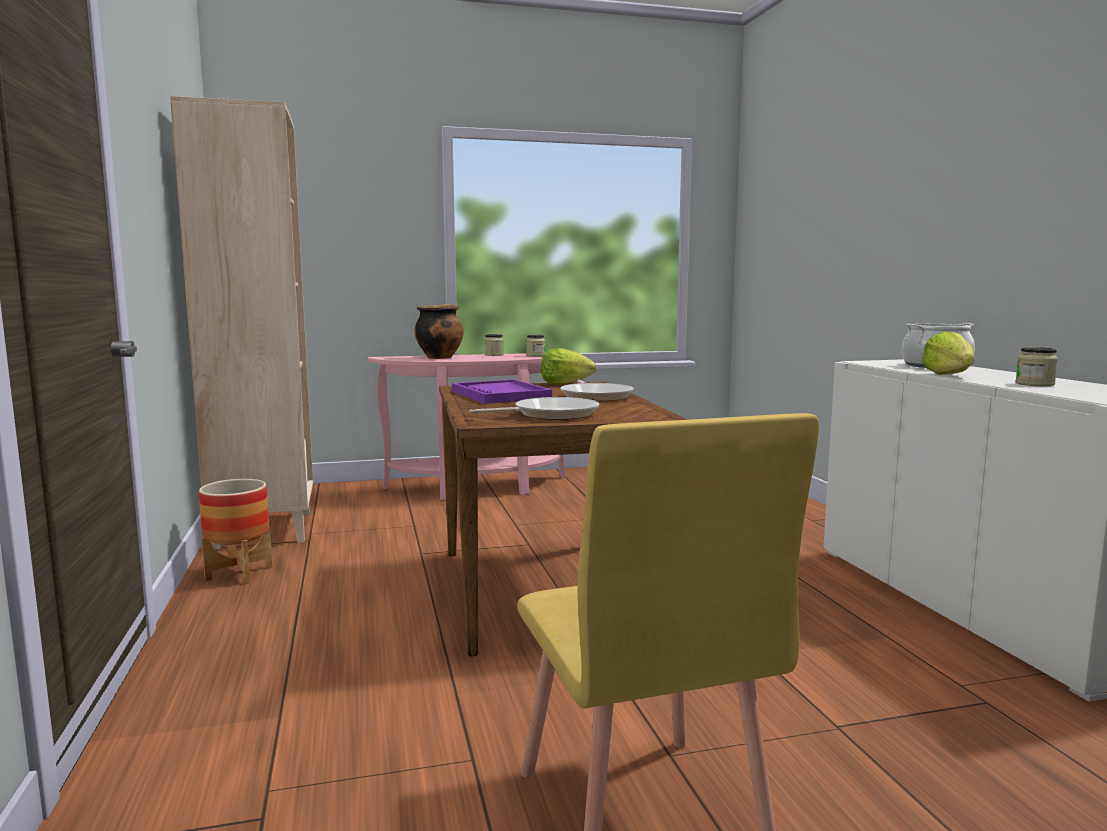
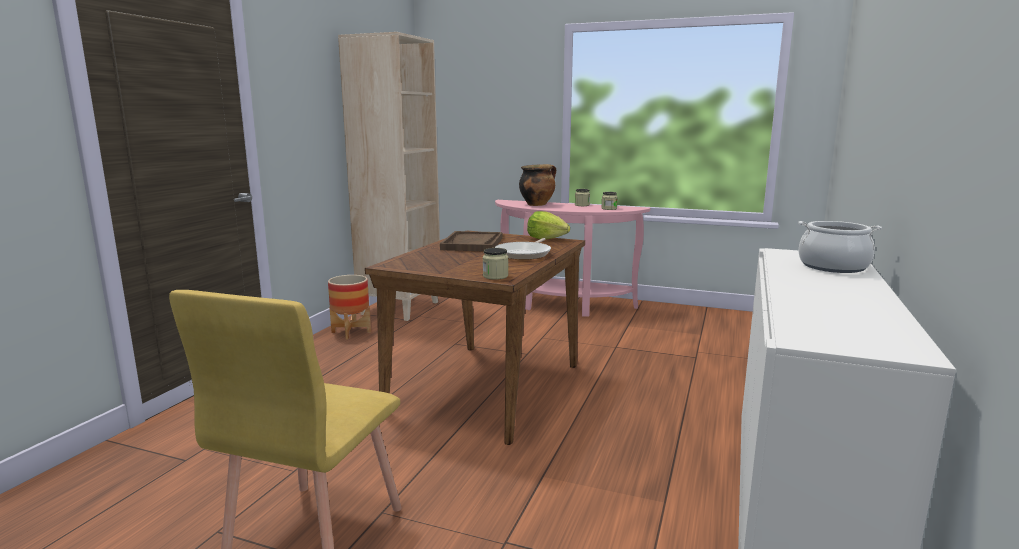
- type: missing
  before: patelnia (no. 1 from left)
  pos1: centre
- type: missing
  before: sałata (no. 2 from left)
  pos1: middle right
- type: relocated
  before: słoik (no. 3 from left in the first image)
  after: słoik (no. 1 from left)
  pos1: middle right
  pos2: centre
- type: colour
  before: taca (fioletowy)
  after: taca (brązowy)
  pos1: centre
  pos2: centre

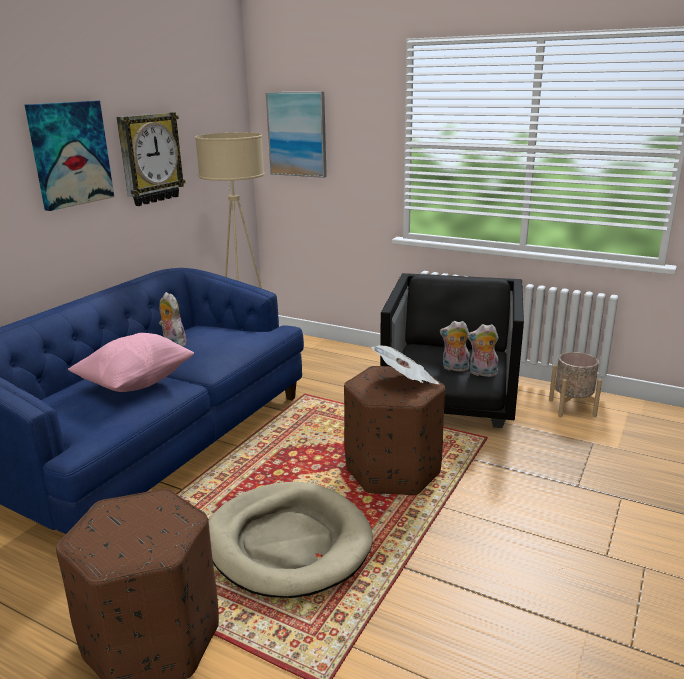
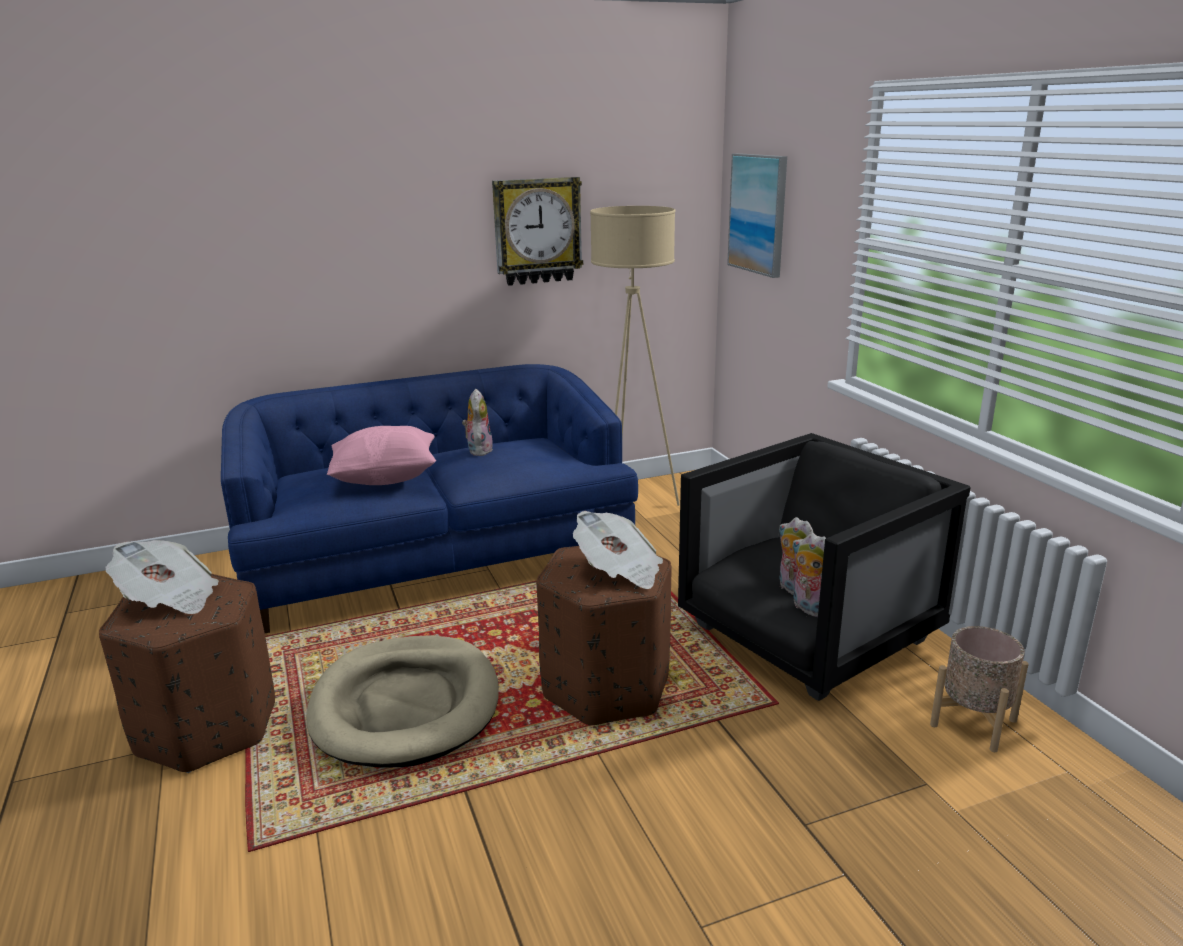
- type: missing
  before: obraz (no. 1 from left)
  pos1: top left
- type: appeared
  after: gazeta (no. 1 from left)
  pos2: middle left

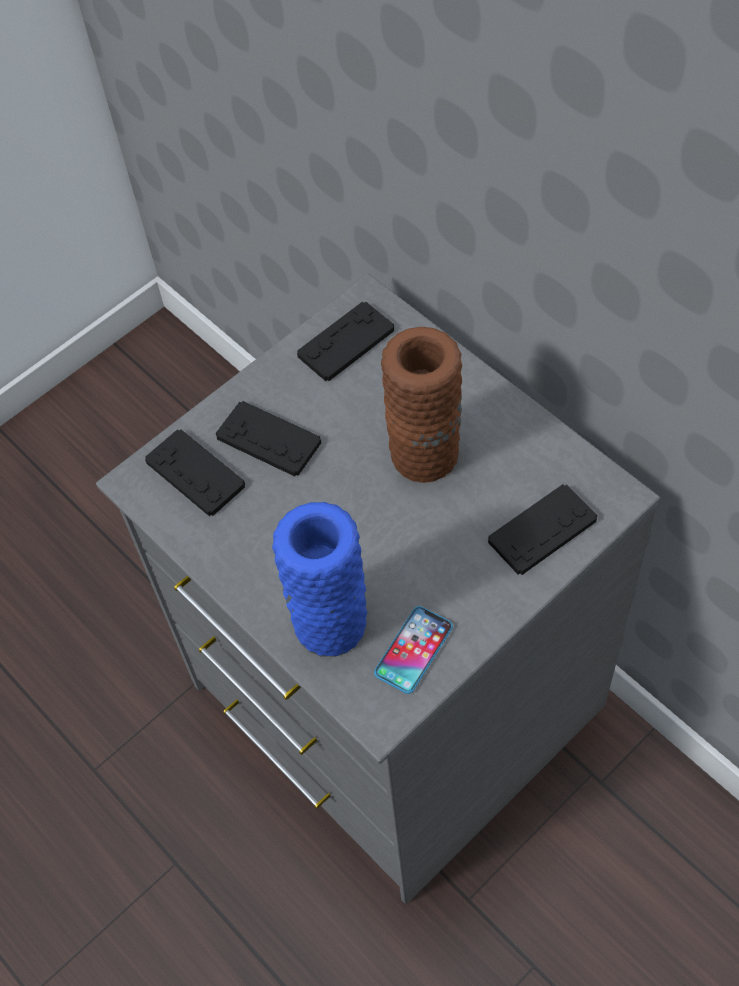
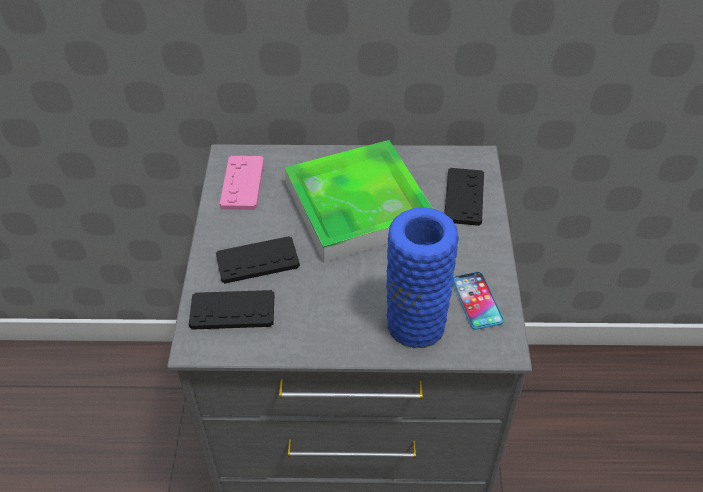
- type: exchanged
  before: wazon (brązowy)
  after: taca
  pos1: centre
  pos2: centre
- type: colour
  before: pad do gier (czarny) (no. 3 from left)
  after: pad do gier (różowy)
  pos1: centre
  pos2: centre

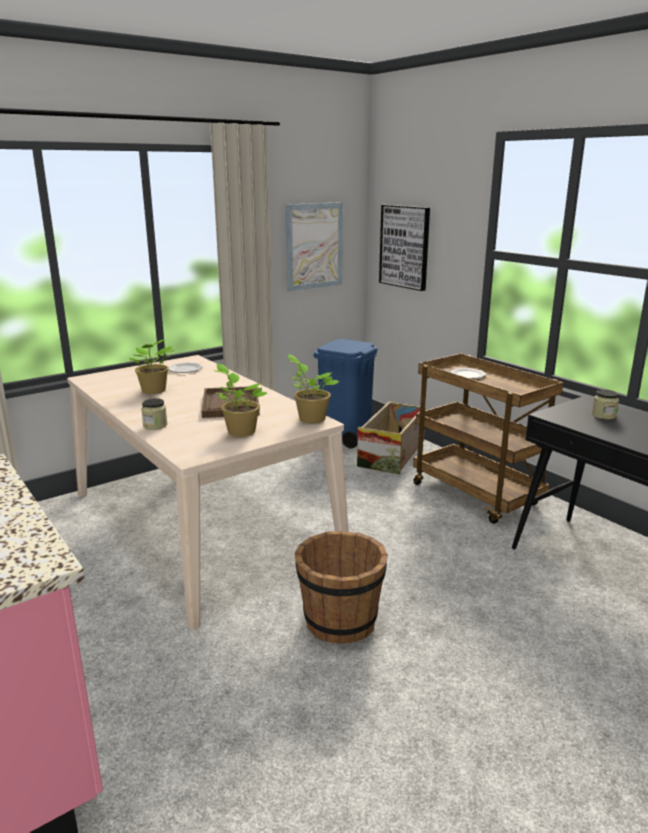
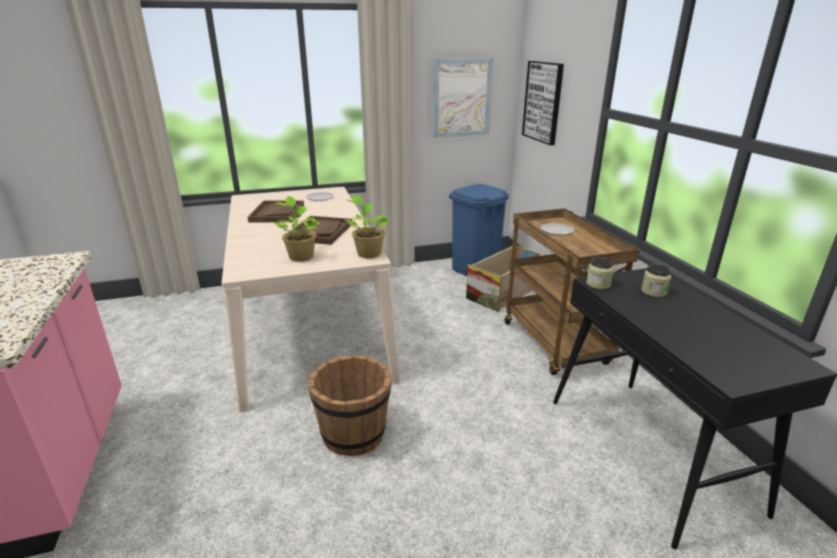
- type: relocated
  before: słoik (no. 1 from left)
  pos1: middle left
  pos2: middle right
- type: exchanged
  before: roślina doniczkowa (no. 1 from left)
  after: taca (brązowy) (no. 1 from left)
  pos1: middle left
  pos2: middle left

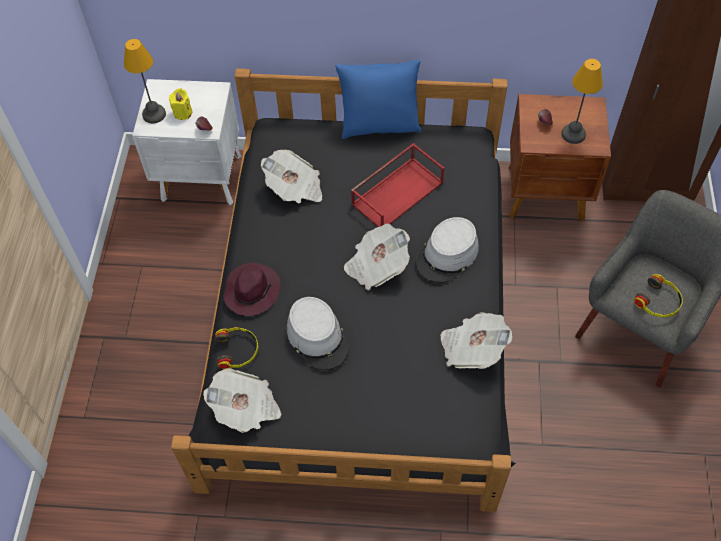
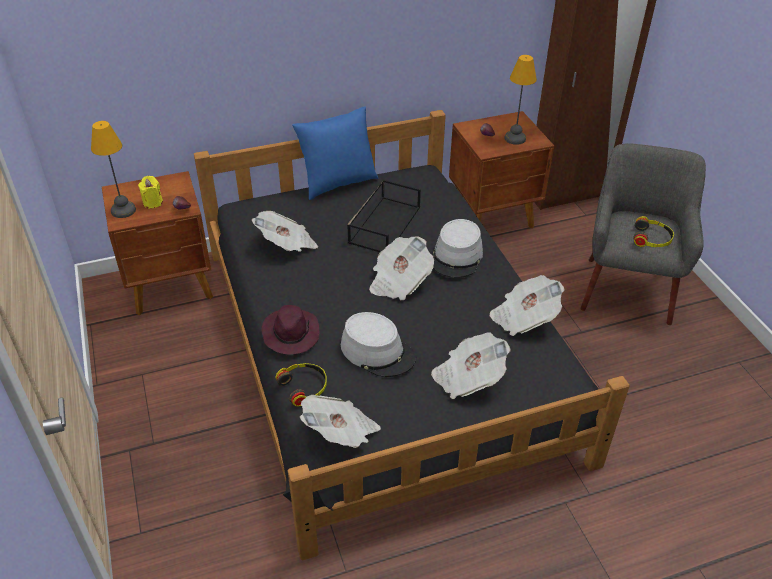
- type: appeared
  after: gazeta (no. 4 from left)
  pos2: centre
- type: colour
  before: szafka nocna (biały)
  after: szafka nocna (brązowy) (no. 1 from left)
  pos1: top left
  pos2: middle left
- type: colour
  before: taca (czerwony)
  after: taca (czarny)
  pos1: centre
  pos2: centre

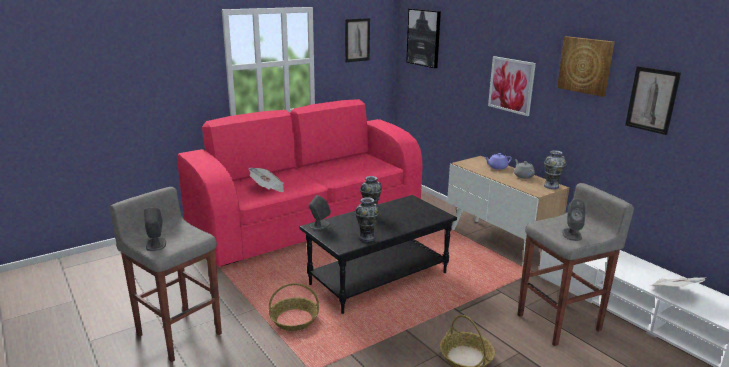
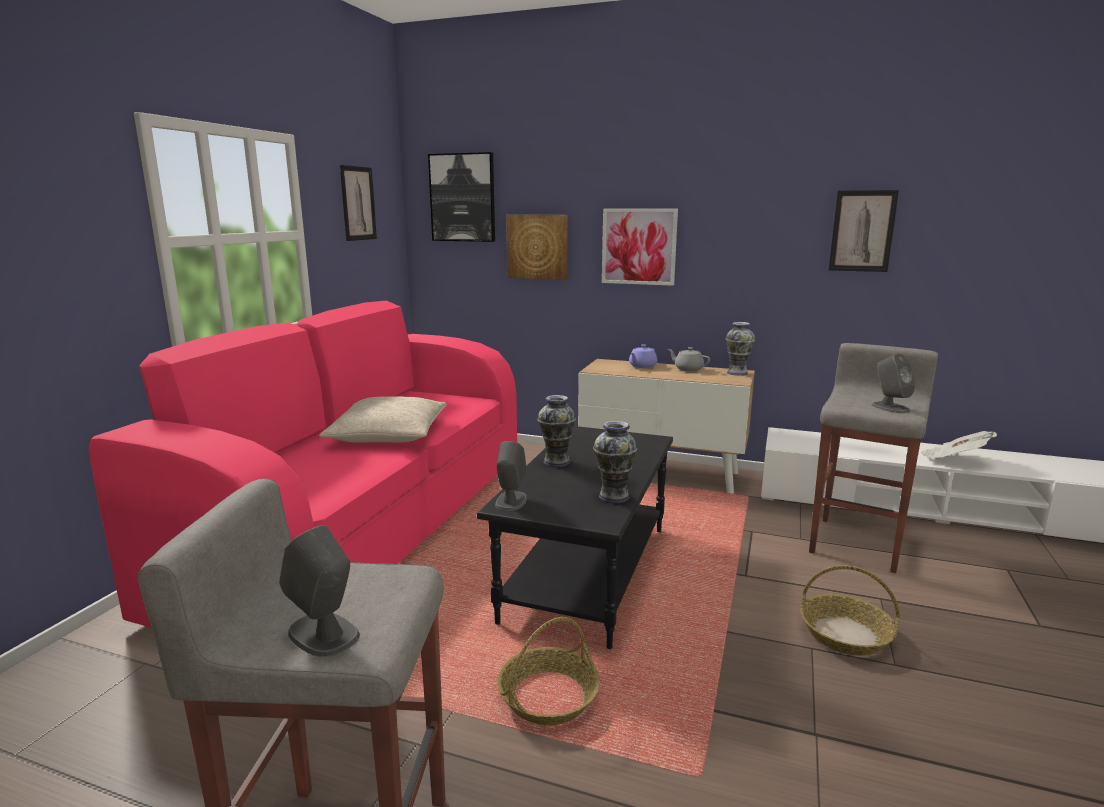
- type: missing
  before: gazeta (no. 1 from left)
  pos1: centre
- type: appeared
  after: poduszka (beżowy)
  pos2: centre
- type: relocated
  before: obraz (no. 4 from left in the first image)
  after: obraz (no. 3 from left)
  pos1: top right
  pos2: top centre

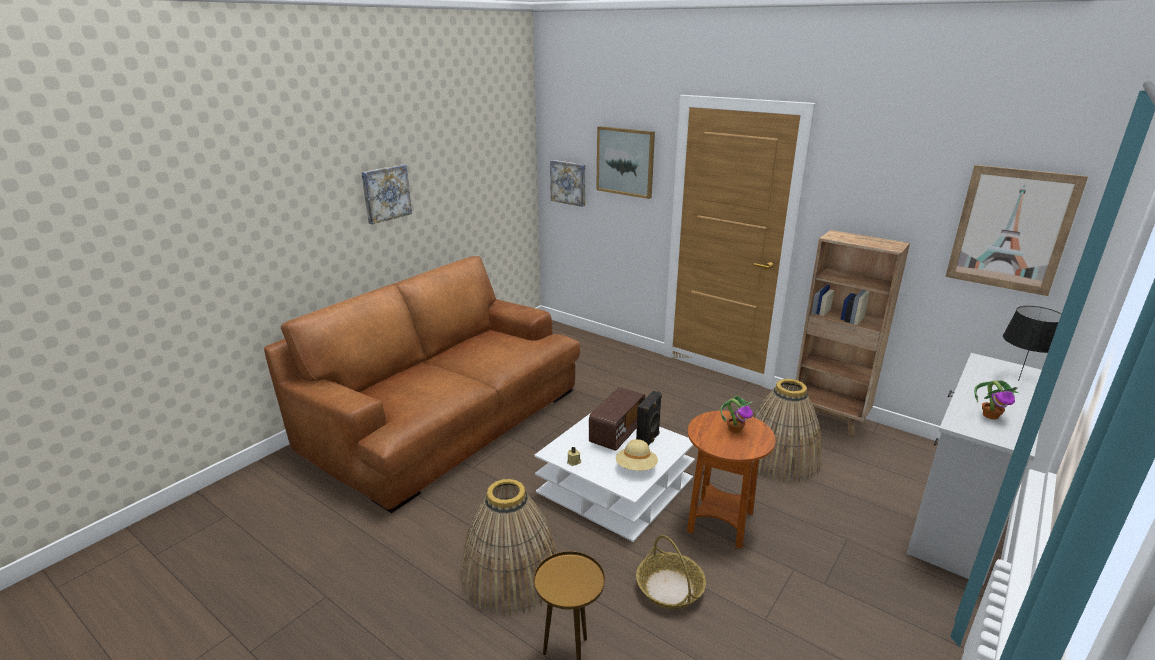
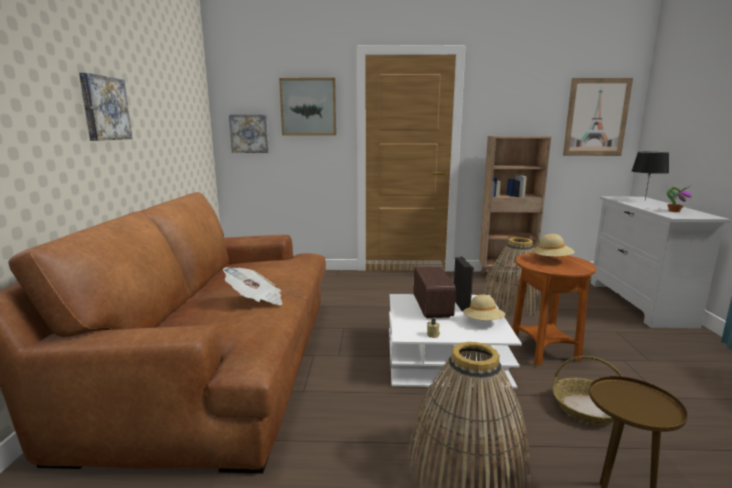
- type: appeared
  after: gazeta
  pos2: centre
- type: exchanged
  before: roślina doniczkowa (no. 1 from left)
  after: kapelusz (beżowy) (no. 2 from left)
  pos1: centre
  pos2: middle right

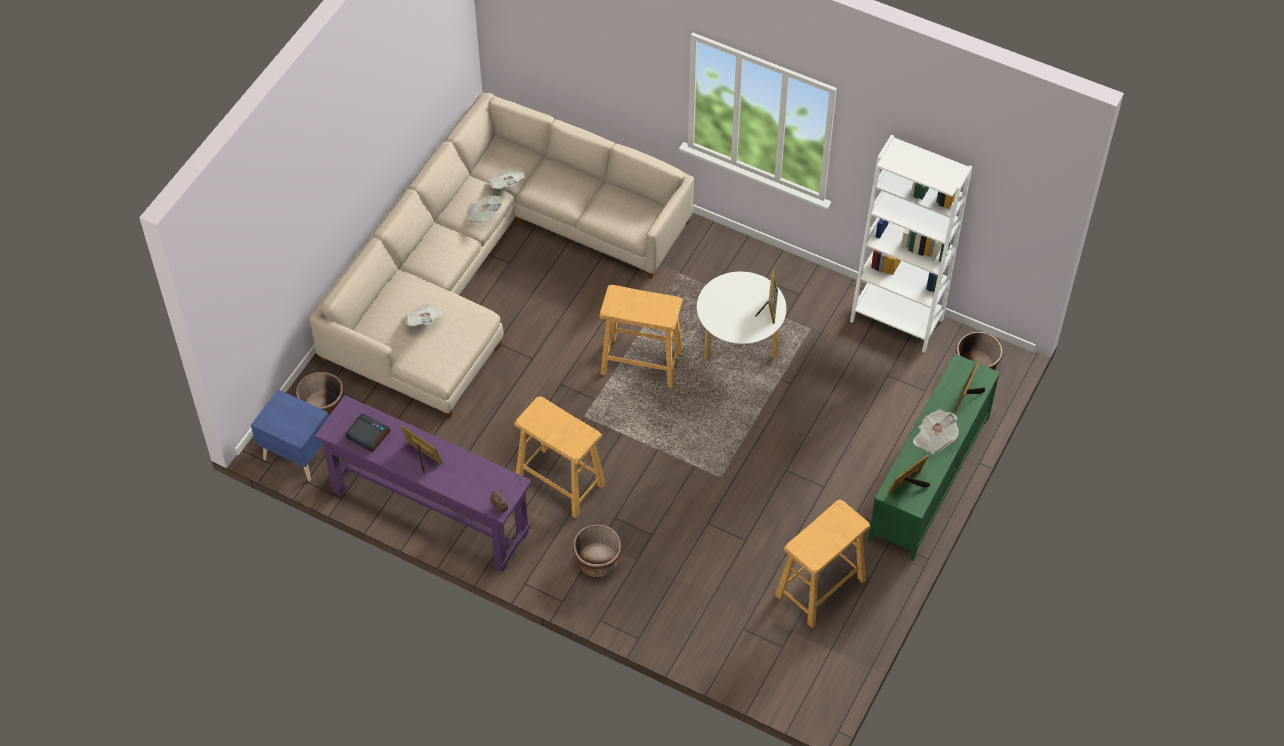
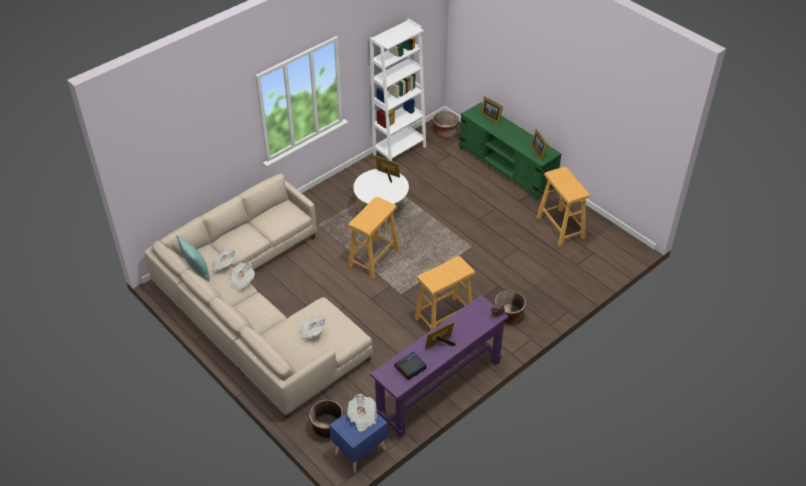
- type: appeared
  after: poduszka (turkusowy)
  pos2: middle left
- type: relocated
  before: gazeta (no. 4 from left)
  pos1: middle right
  pos2: bottom centre

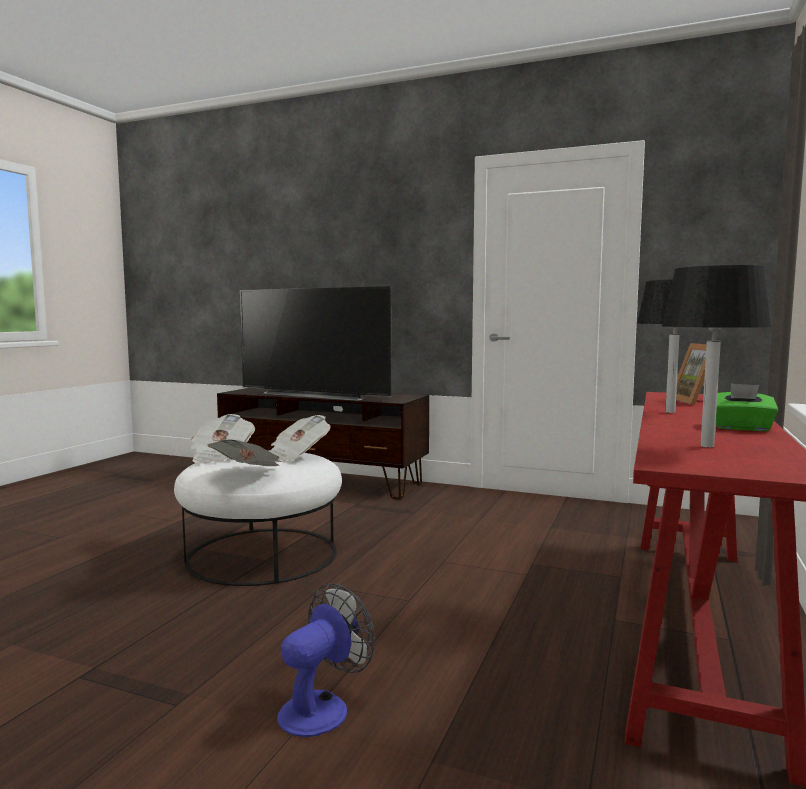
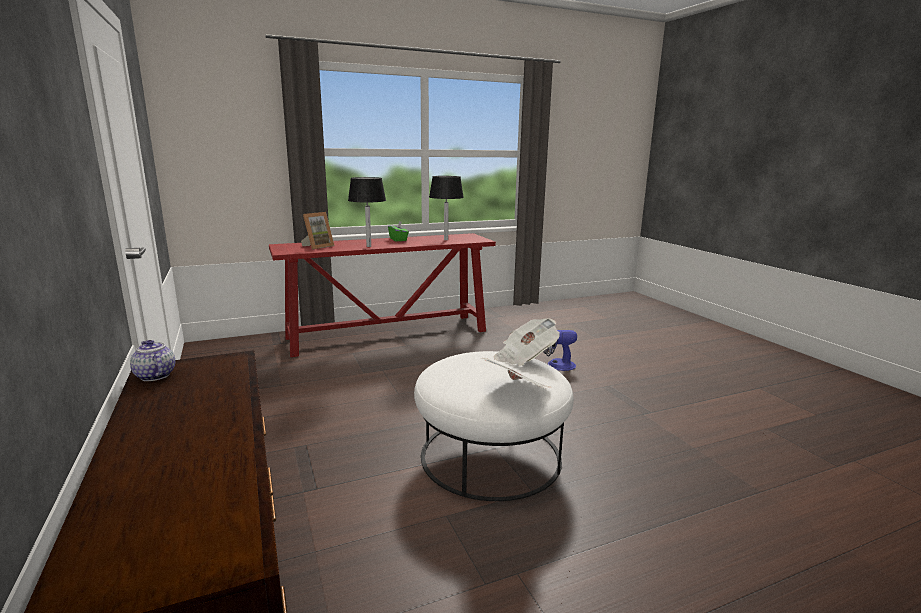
- type: missing
  before: telewizor
  pos1: centre
- type: missing
  before: gazeta (no. 3 from left)
  pos1: centre
- type: appeared
  after: imbryk
  pos2: middle left

